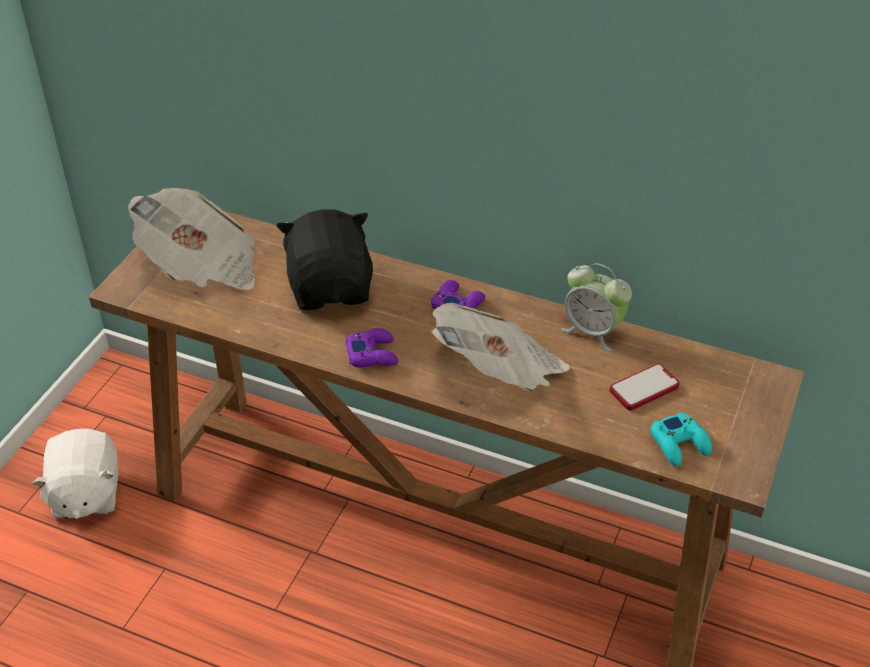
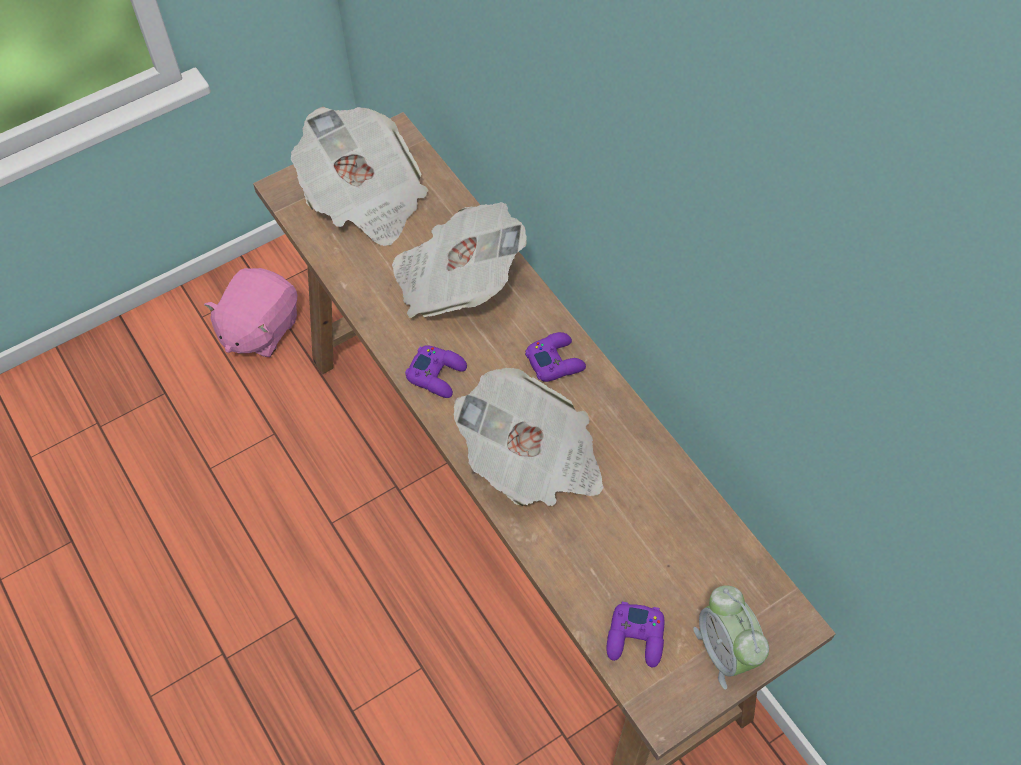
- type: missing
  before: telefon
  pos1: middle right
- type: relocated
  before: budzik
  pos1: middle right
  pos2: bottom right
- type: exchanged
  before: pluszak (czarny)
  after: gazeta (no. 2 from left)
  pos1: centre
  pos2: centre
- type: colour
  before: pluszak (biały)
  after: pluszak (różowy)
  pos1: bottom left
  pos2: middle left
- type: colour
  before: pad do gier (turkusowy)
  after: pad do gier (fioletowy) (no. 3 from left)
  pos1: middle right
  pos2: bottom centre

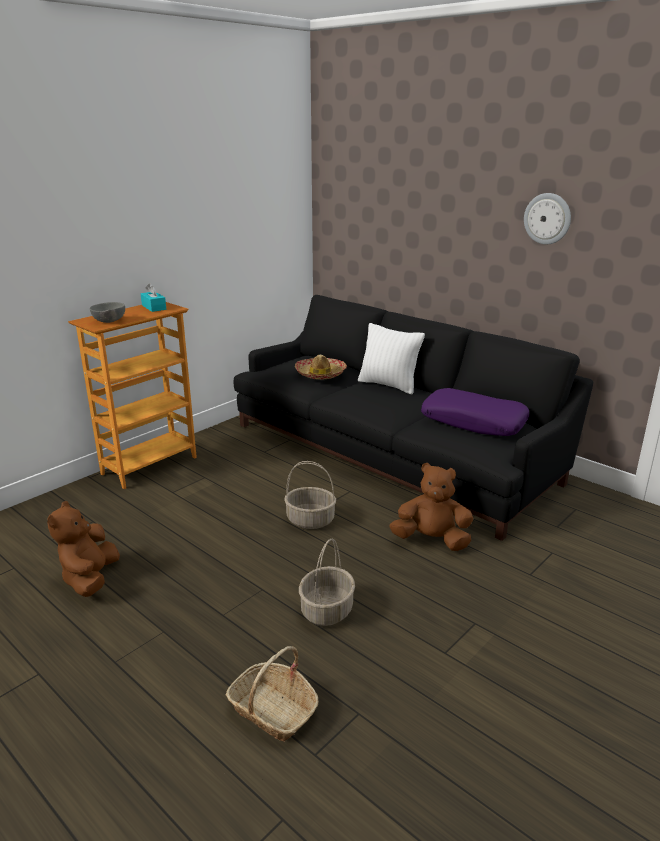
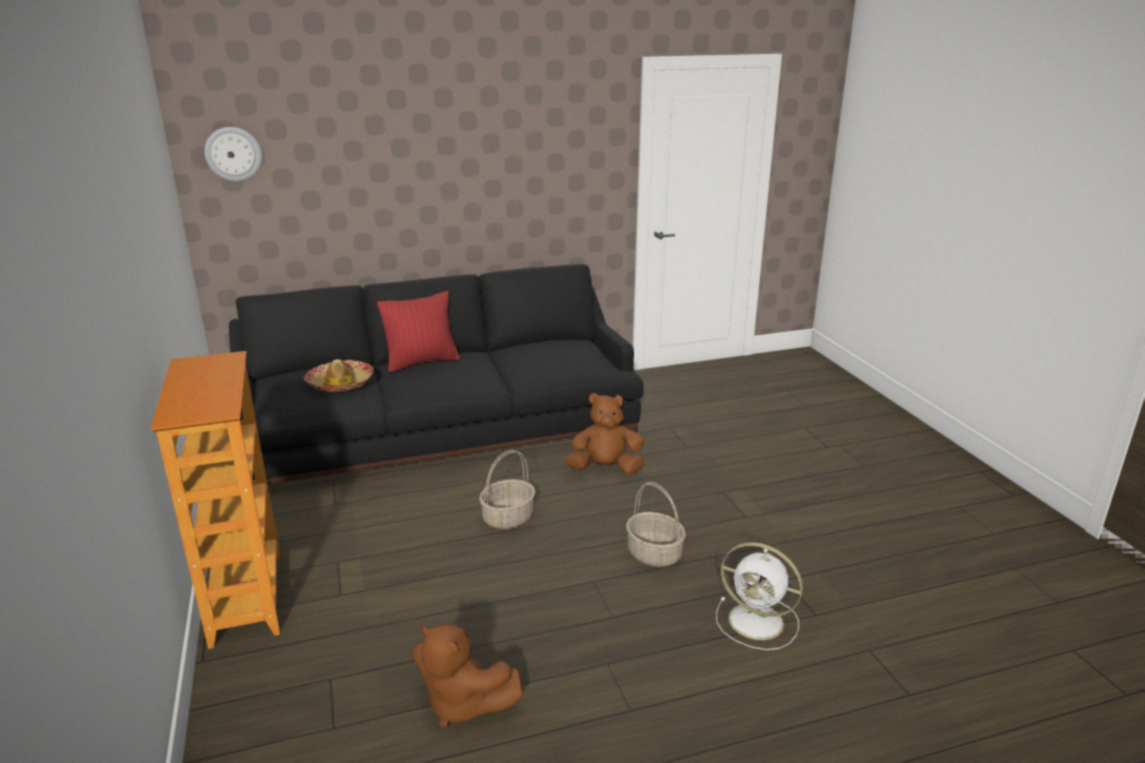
- type: missing
  before: miska (szary)
  pos1: middle left
- type: missing
  before: pudełko chusteczek (turkusowy)
  pos1: middle left
- type: missing
  before: poduszka (fioletowy)
  pos1: middle right
- type: relocated
  before: zegar ścienny
  pos1: top right
  pos2: top left
- type: exchanged
  before: koszyk (no. 1 from left)
  after: wentylator (biały)
  pos1: bottom centre
  pos2: bottom centre
- type: colour
  before: poduszka (biały)
  after: poduszka (czerwony)
  pos1: centre
  pos2: centre
- type: spun
  before: pluszak (brązowy) (no. 2 from left)
  pos1: centre
  pos2: centre
  turn: 45

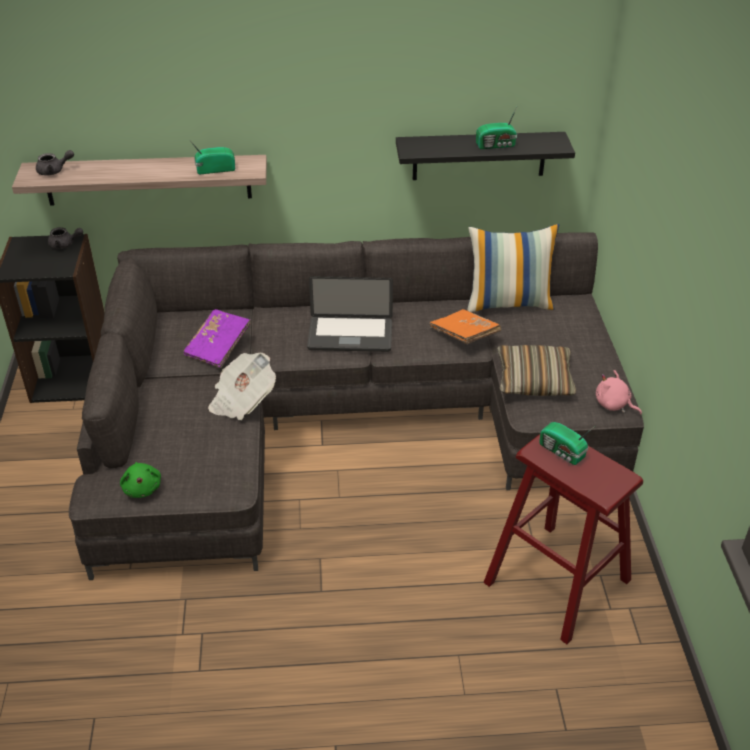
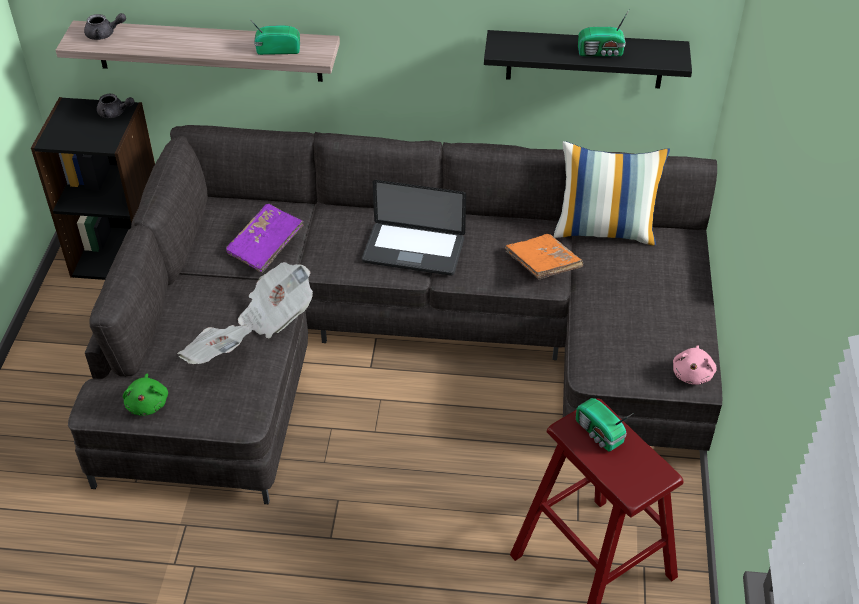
- type: missing
  before: poduszka (no. 2 from left)
  pos1: middle right
- type: appeared
  after: gazeta (no. 1 from left)
  pos2: middle left
- type: spun
  before: pluszak (różowy)
  pos1: middle right
  pos2: middle right
  turn: -120

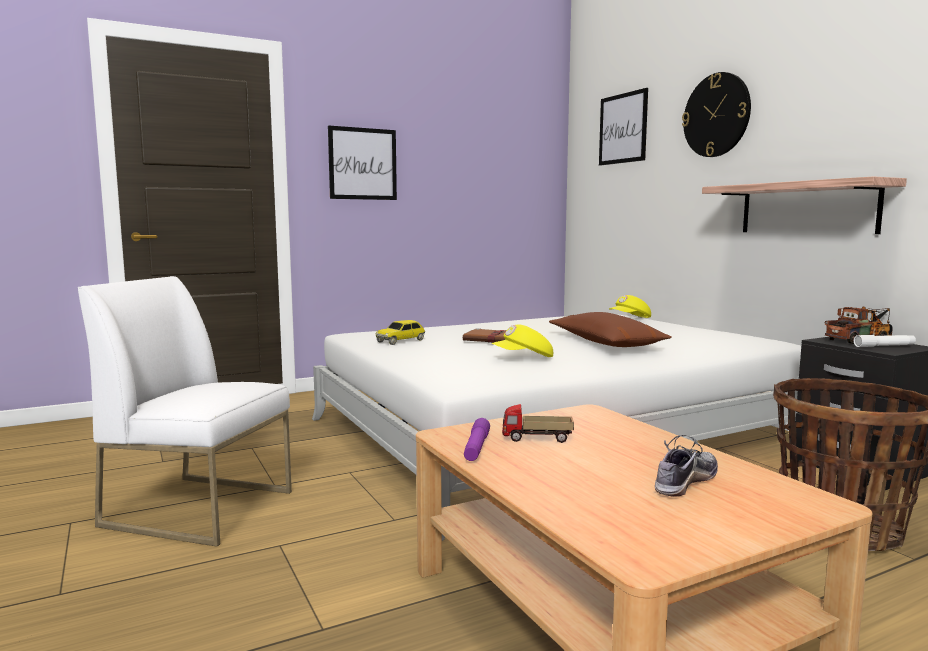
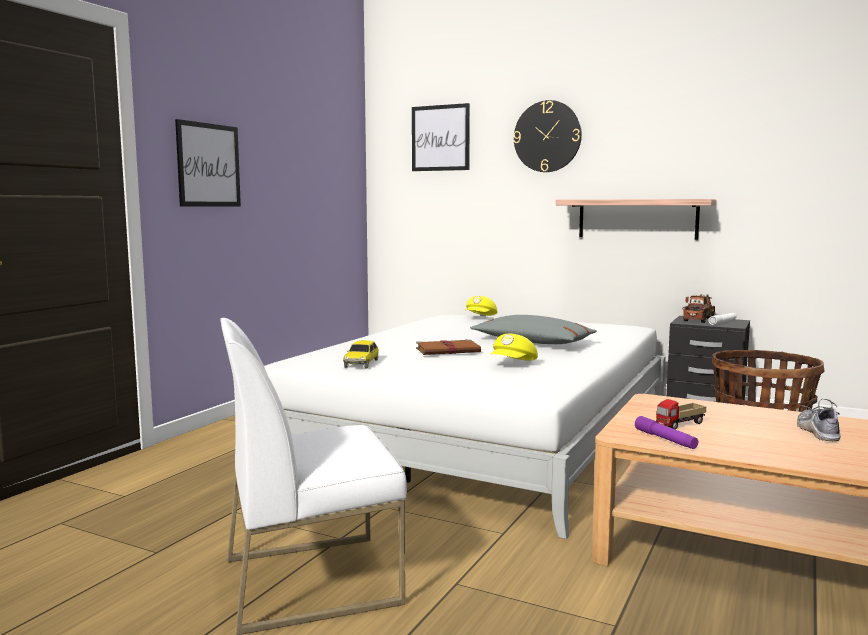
- type: colour
  before: poduszka (brązowy)
  after: poduszka (szary)
  pos1: centre
  pos2: centre

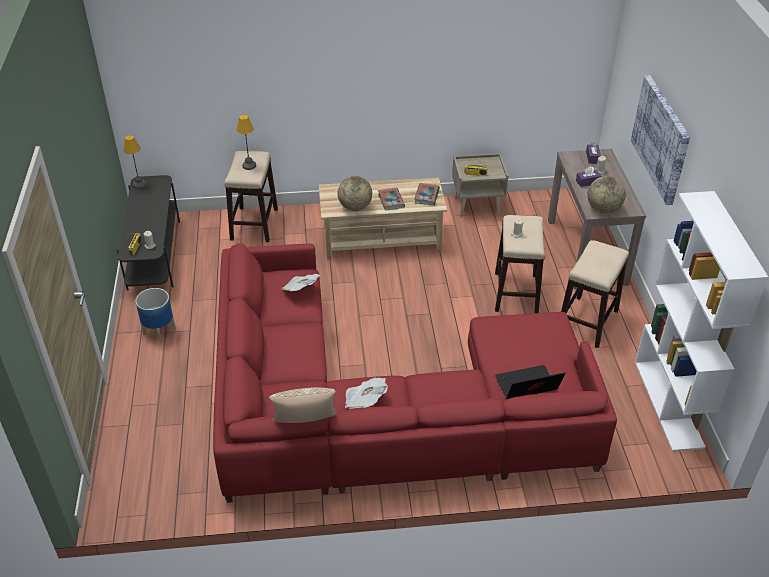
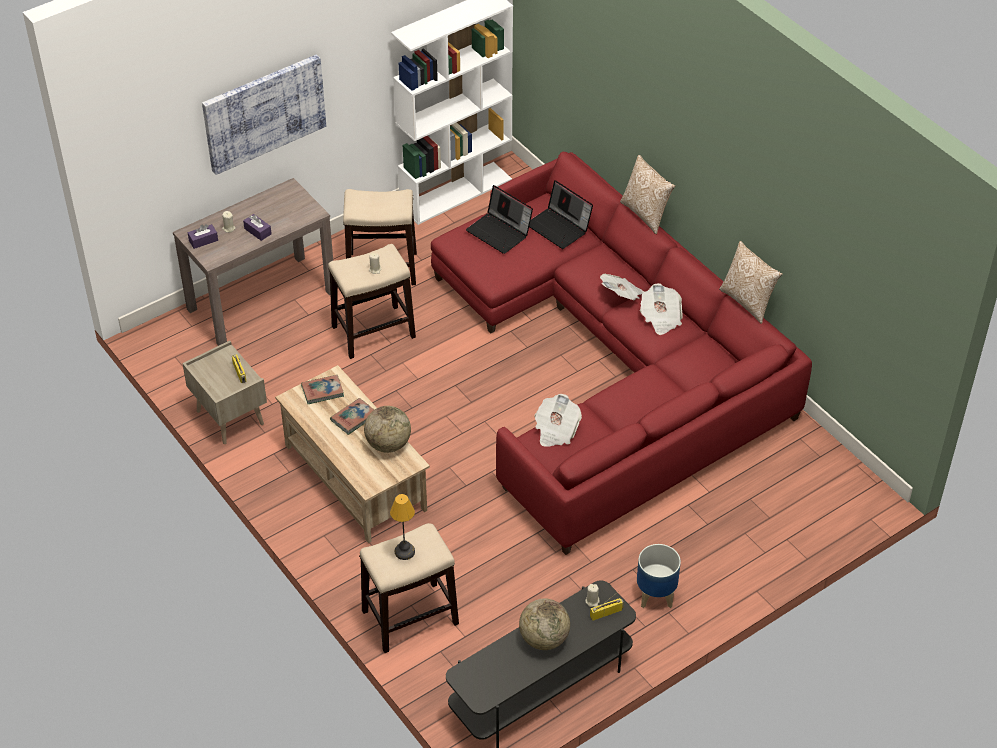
- type: missing
  before: lampa stołowa (no. 1 from left)
  pos1: top left
- type: appeared
  after: laptop (no. 1 from left)
  pos2: top centre
- type: appeared
  after: gazeta (no. 2 from left)
  pos2: centre
- type: appeared
  after: poduszka (no. 1 from left)
  pos2: top centre
- type: relocated
  before: globus (no. 2 from left)
  pos1: middle right
  pos2: bottom centre

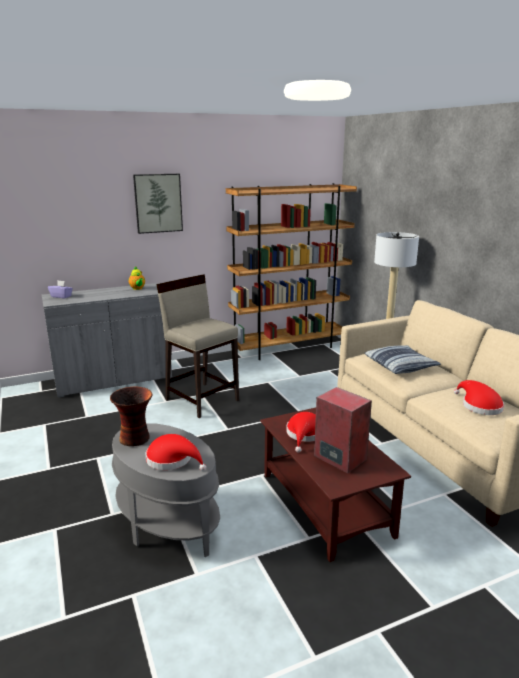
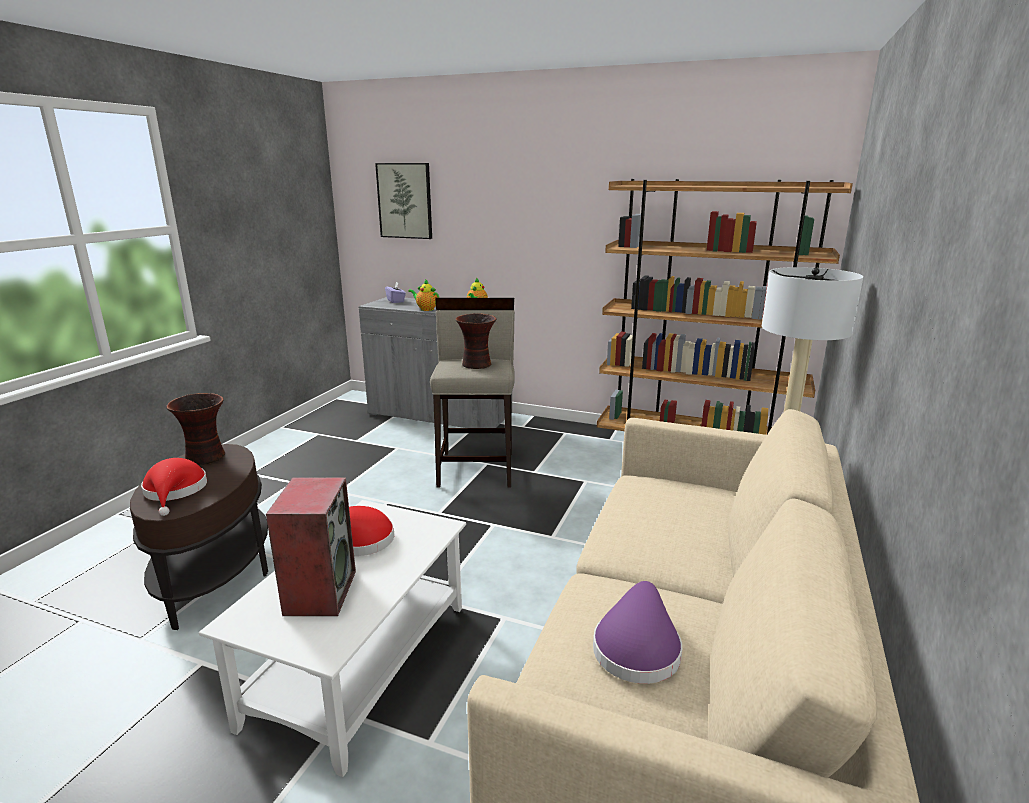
- type: missing
  before: poduszka
  pos1: middle right
- type: appeared
  after: imbryk (no. 1 from left)
  pos2: centre
- type: appeared
  after: wazon (no. 2 from left)
  pos2: centre
- type: relocated
  before: obraz
  pos1: top left
  pos2: top centre
- type: colour
  before: stolik (szary)
  after: stolik (brązowy)
  pos1: bottom left
  pos2: bottom left
- type: colour
  before: ława (brązowy)
  after: ława (biały)
  pos1: bottom centre
  pos2: bottom left
- type: colour
  before: kapelusz (czerwony) (no. 3 from left)
  after: kapelusz (fioletowy)
  pos1: middle right
  pos2: bottom centre

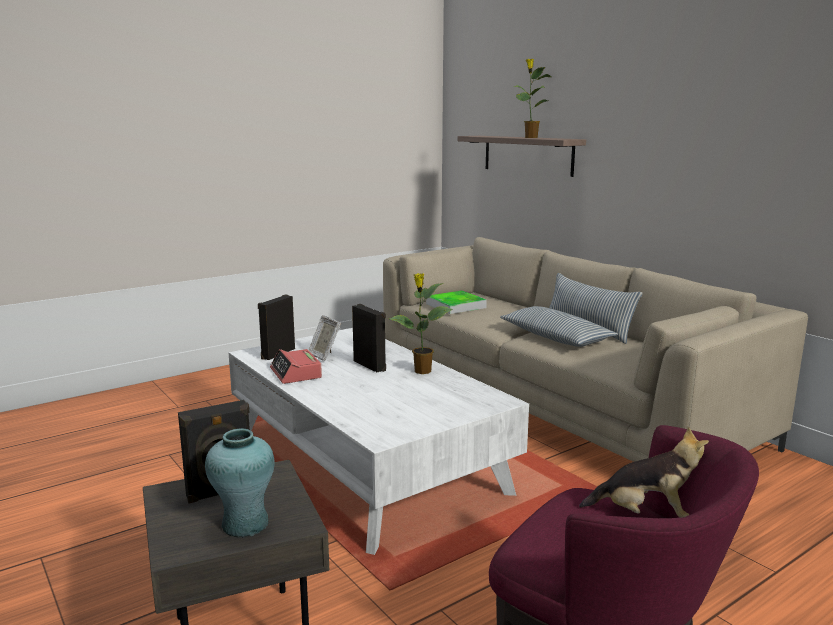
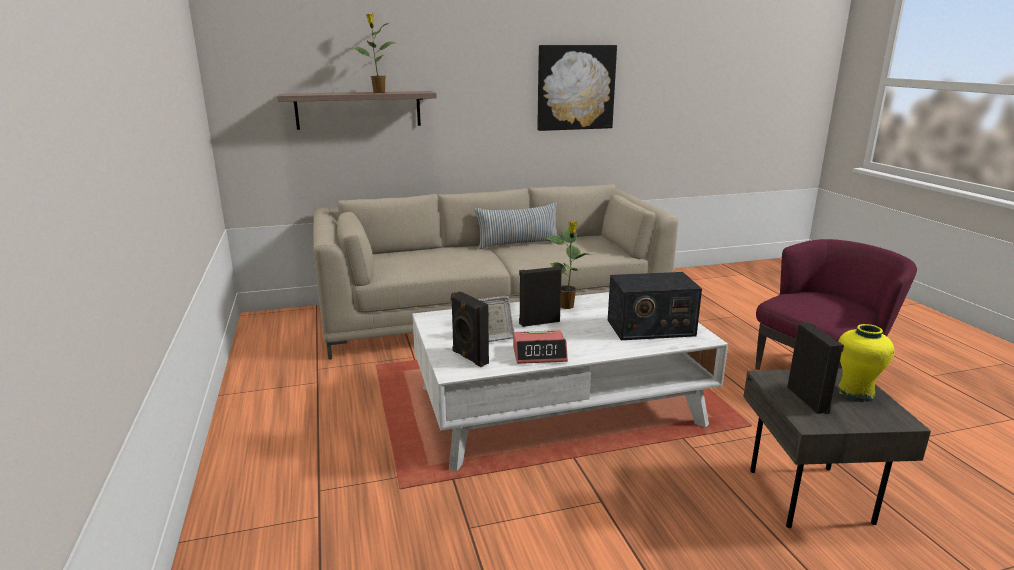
- type: missing
  before: taca
  pos1: centre
- type: missing
  before: poduszka (no. 1 from left)
  pos1: middle right
- type: missing
  before: pluszak
  pos1: bottom right
- type: appeared
  after: obraz
  pos2: top centre
- type: appeared
  after: radio
  pos2: centre
- type: colour
  before: wazon (turkusowy)
  after: wazon (żółty)
  pos1: bottom left
  pos2: middle right

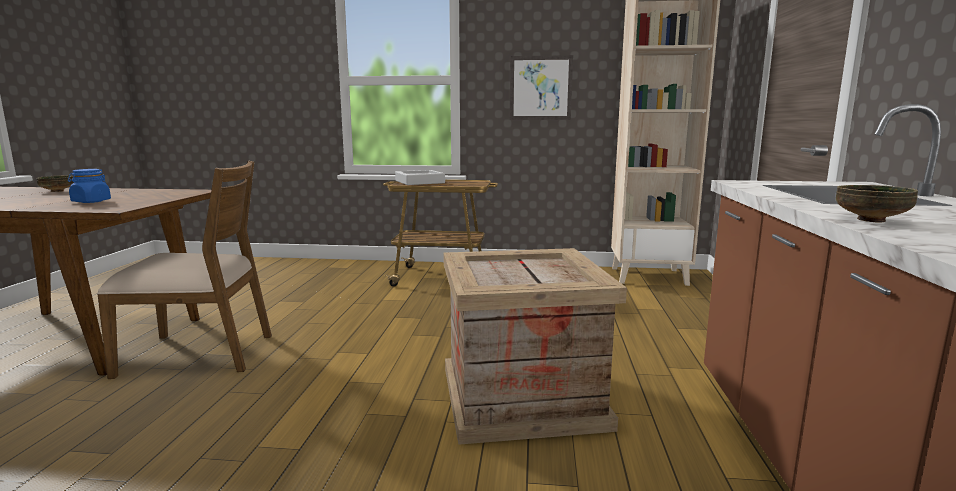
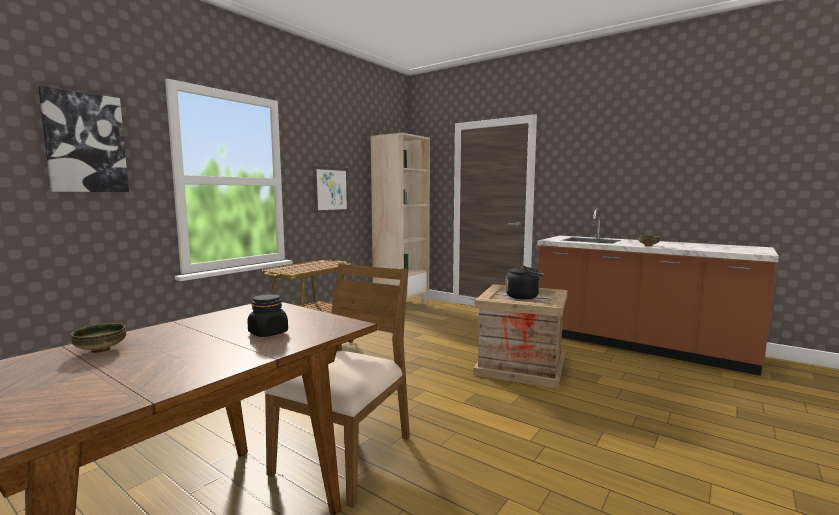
- type: missing
  before: taca (szary)
  pos1: centre
- type: appeared
  after: obraz (no. 1 from left)
  pos2: top left
- type: appeared
  after: czajnik (czarny)
  pos2: centre
- type: colour
  before: słoik (niebieski)
  after: słoik (czarny)
  pos1: middle left
  pos2: middle left

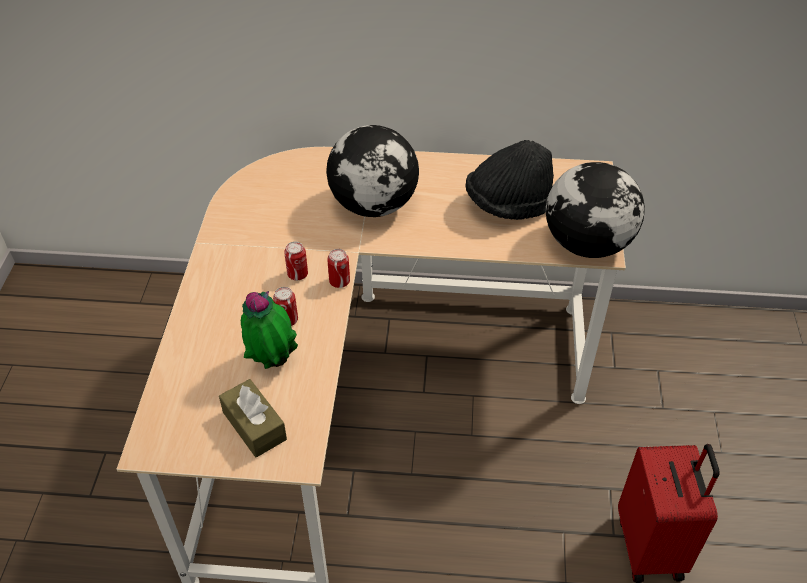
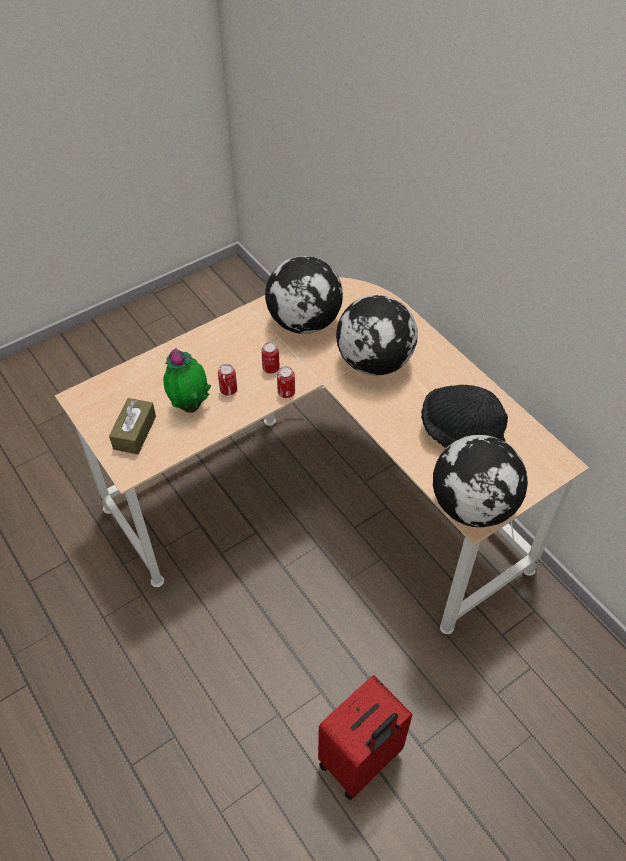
- type: appeared
  after: globus (no. 1 from left)
  pos2: centre

